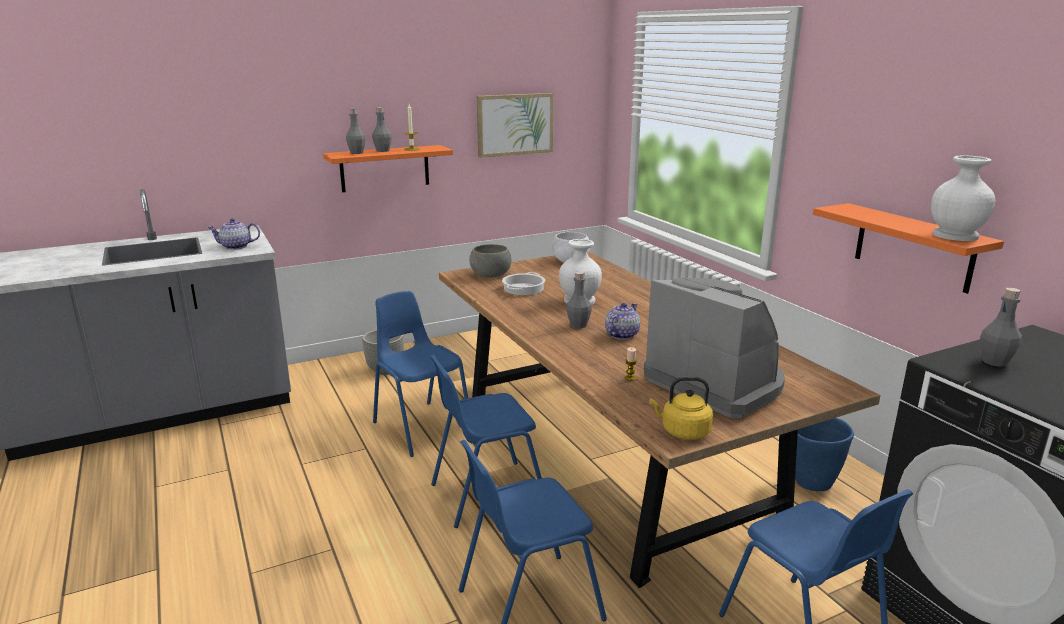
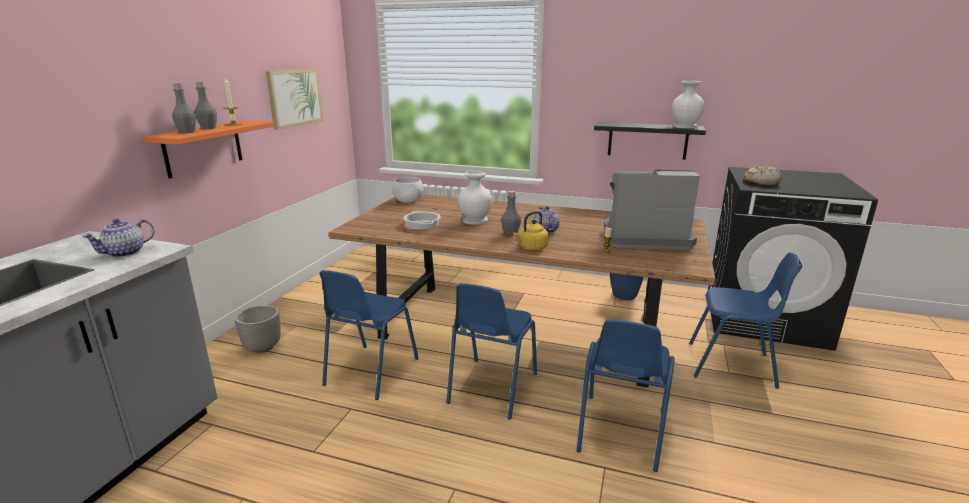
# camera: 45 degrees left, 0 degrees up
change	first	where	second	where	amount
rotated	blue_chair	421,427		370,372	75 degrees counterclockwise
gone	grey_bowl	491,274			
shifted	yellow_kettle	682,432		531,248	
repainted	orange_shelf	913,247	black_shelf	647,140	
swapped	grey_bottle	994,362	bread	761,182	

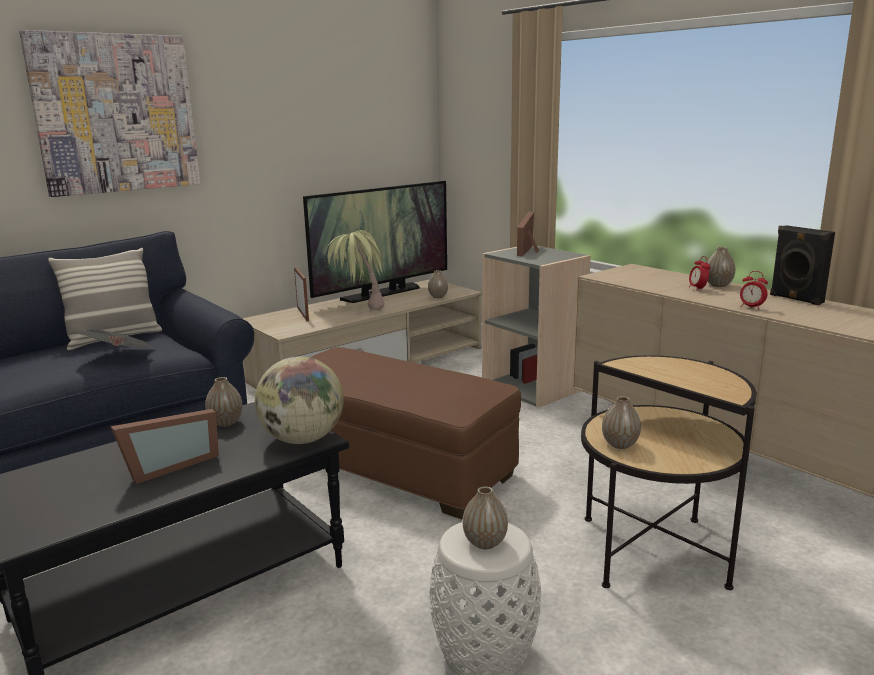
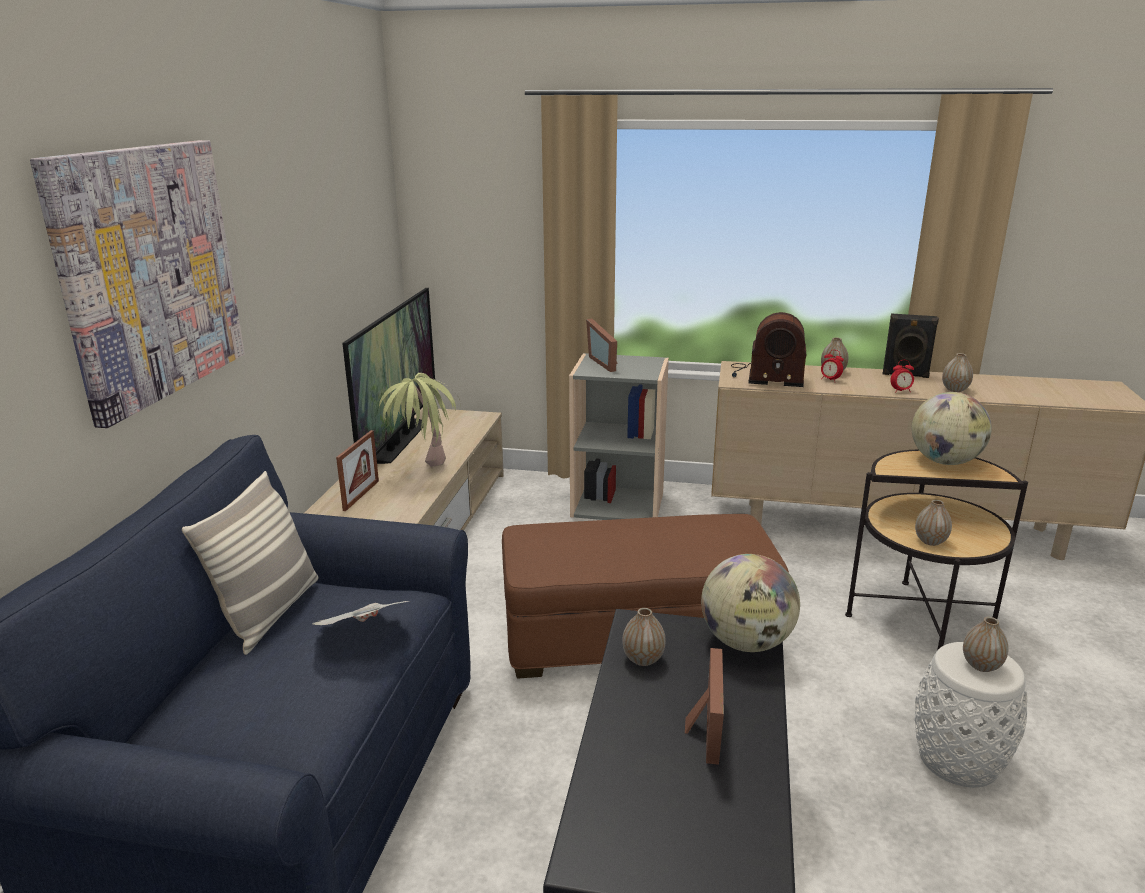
# camera: 40 degrees left, 5 degrees up
change	first	where	second	where	amount
rotated	picture_frame	303,314		361,495	75 degrees clockwise
shifted	vase	438,297		955,390	
new			radio	766,376	
new			globe	945,462	

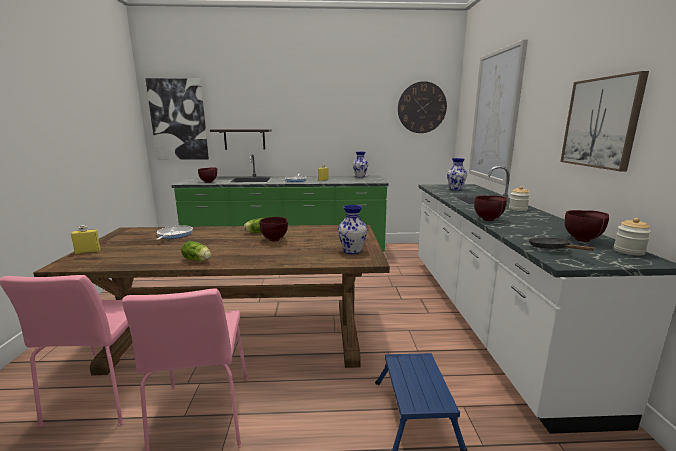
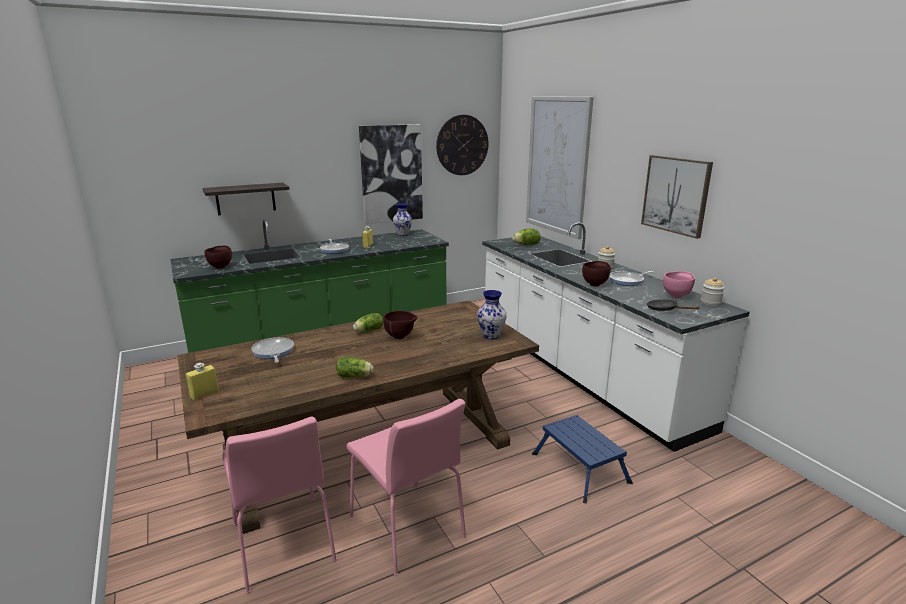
# camera: 25 degrees left, 5 degrees up
change	first	where	second	where	amount
shifted	picture	178,120		391,174	
swapped	vase	456,189	lettuce	527,245	
repainted	brown_bowl	583,239	pink_bowl	677,296	
new			frying_pan	627,280	

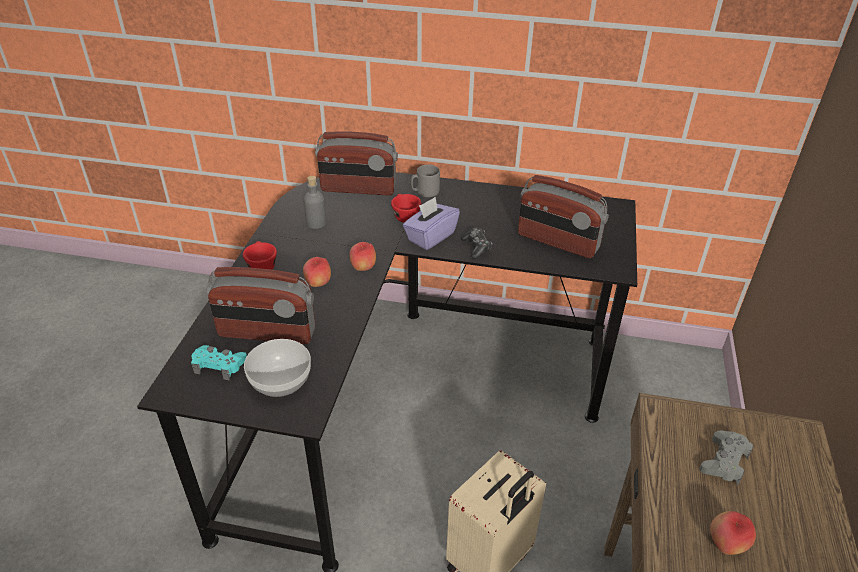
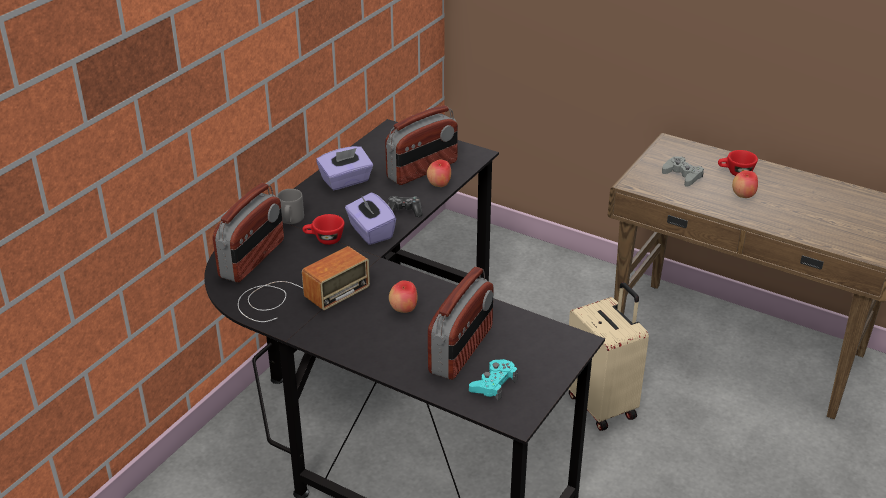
# camera: 70 degrees left, 5 degrees down
change	first	where	second	where	amount
shifted	red_cup	261,265		735,173	
gone	bowl	280,381			
swapped	grey_bottle	316,223	radio	298,296	
shifted	apple	363,268		439,185	
new			purple_tissue_box	346,181	

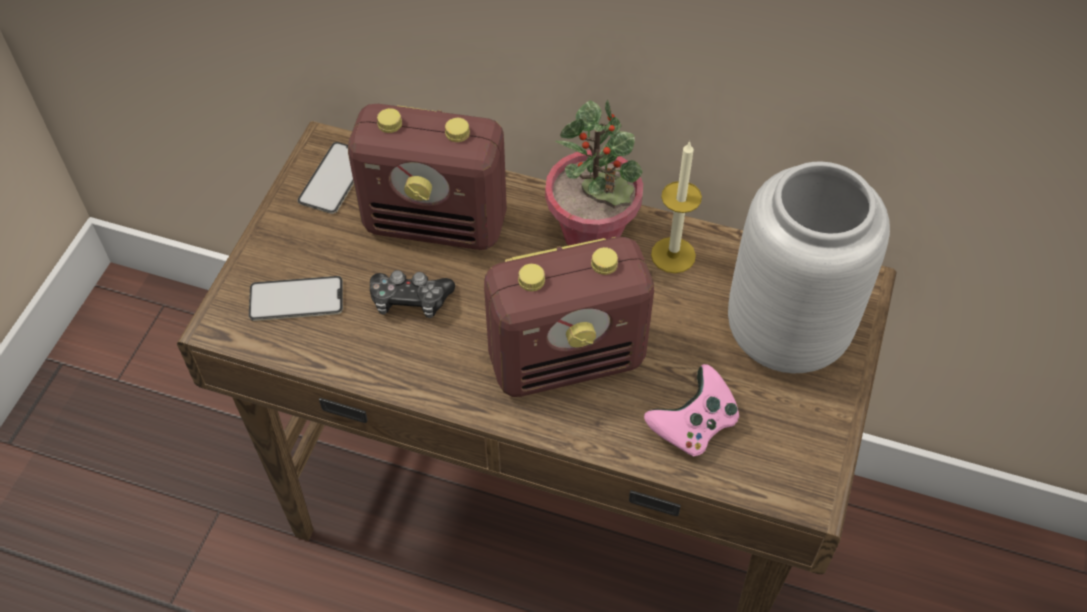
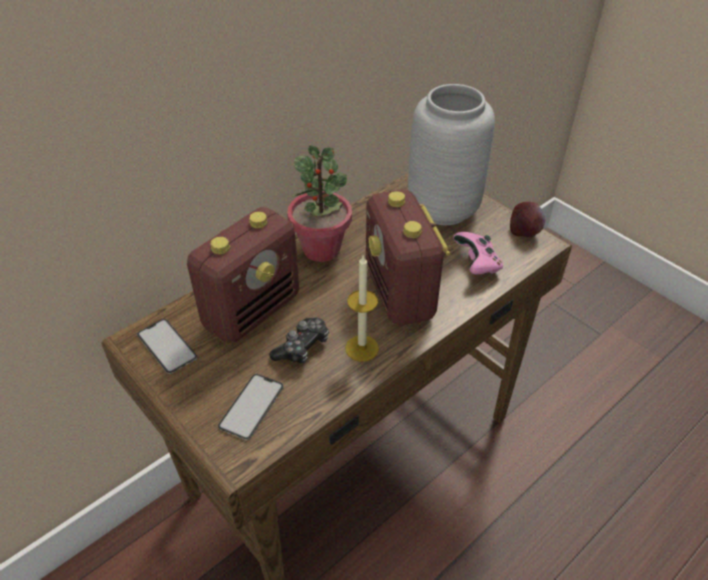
# camera: 60 degrees left, 10 degrees down
change	first	where	second	where	amount
rotated	radio	568,359		400,294	150 degrees clockwise
shifted	candle	673,255		362,348	
new			apple	524,231	

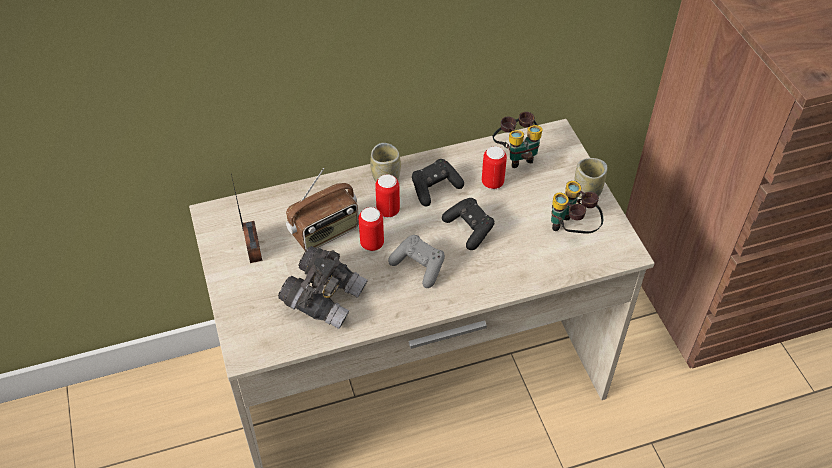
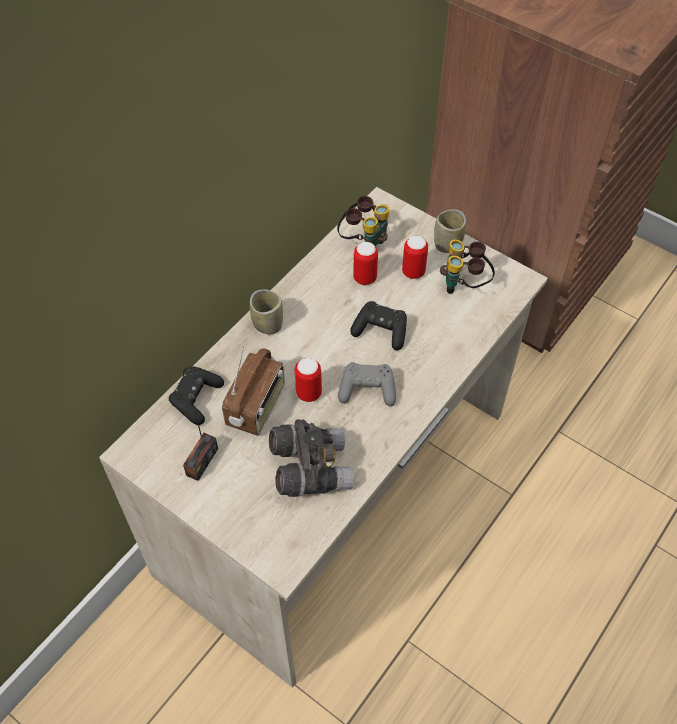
# camera: 35 degrees left, 5 degrees up
change	first	where	second	where	amount
rotated	radio	253,248		202,461	75 degrees clockwise
shifted	can	388,211		413,272	
shifted	black_game_controller	435,188		196,399	

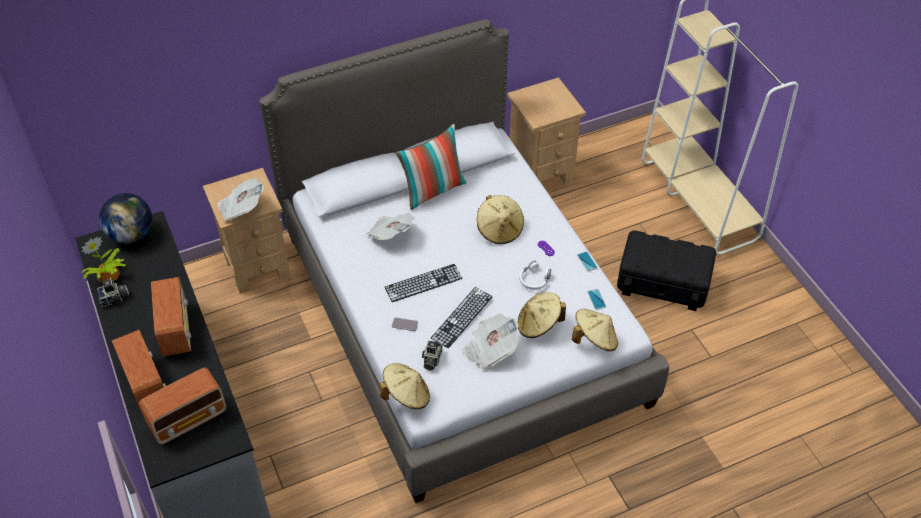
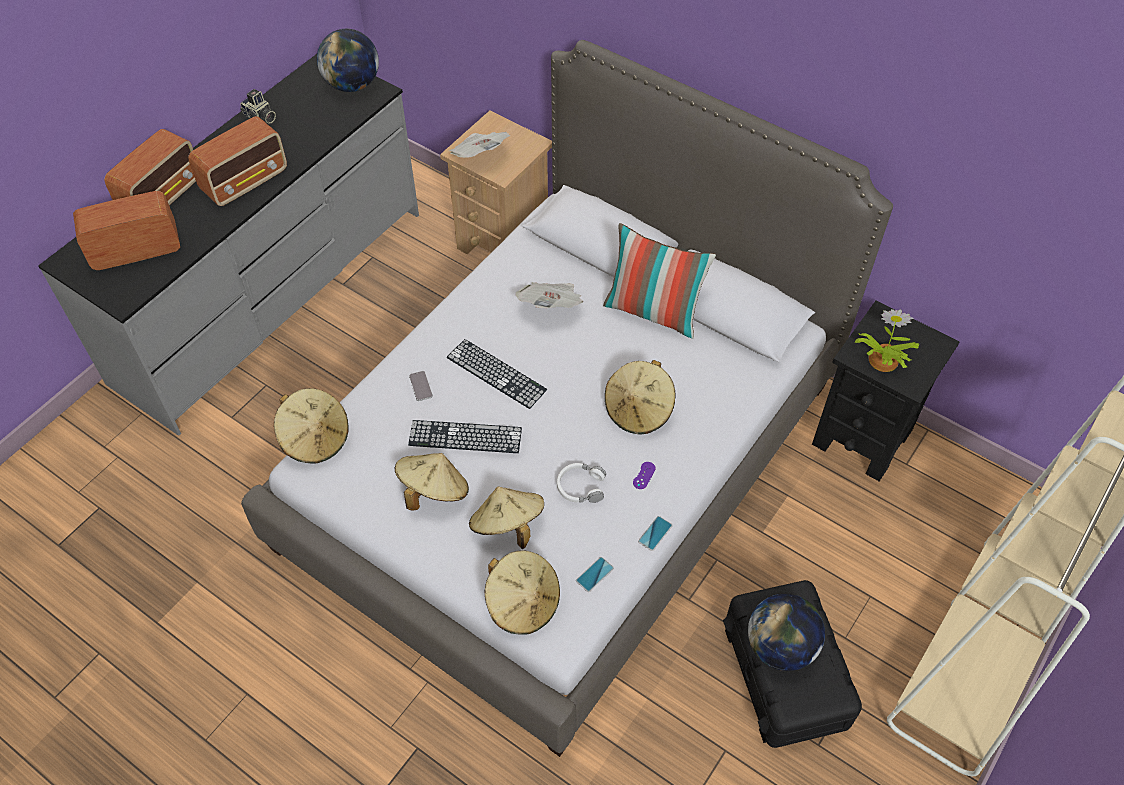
# camera: 60 degrees right, 5 degrees up
change	first	where	second	where	amount
shifted	potted_plant	108,275		881,360	
rotated	radio	189,418		135,251	135 degrees clockwise
gone	photo_camera	431,359			
swapped	newspaper	490,349	beige_hat	433,491	
repainted	beige_nightstand	541,173	black_nightstand	862,439	
new			globe	780,646	

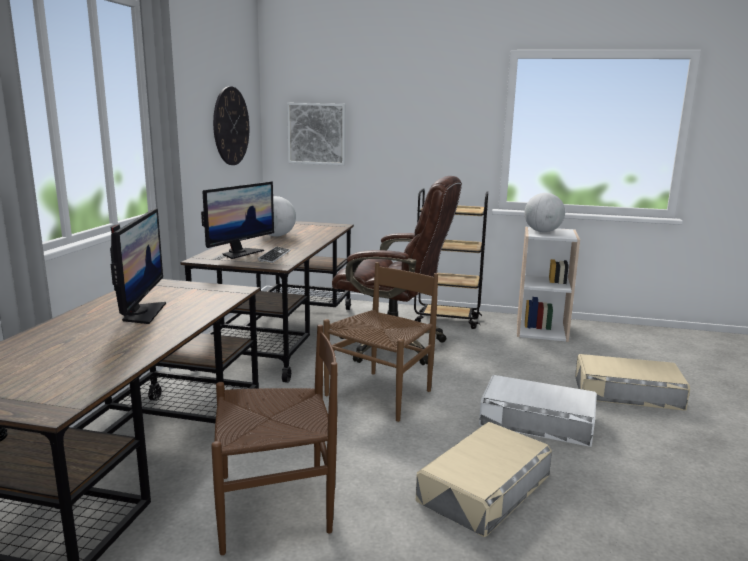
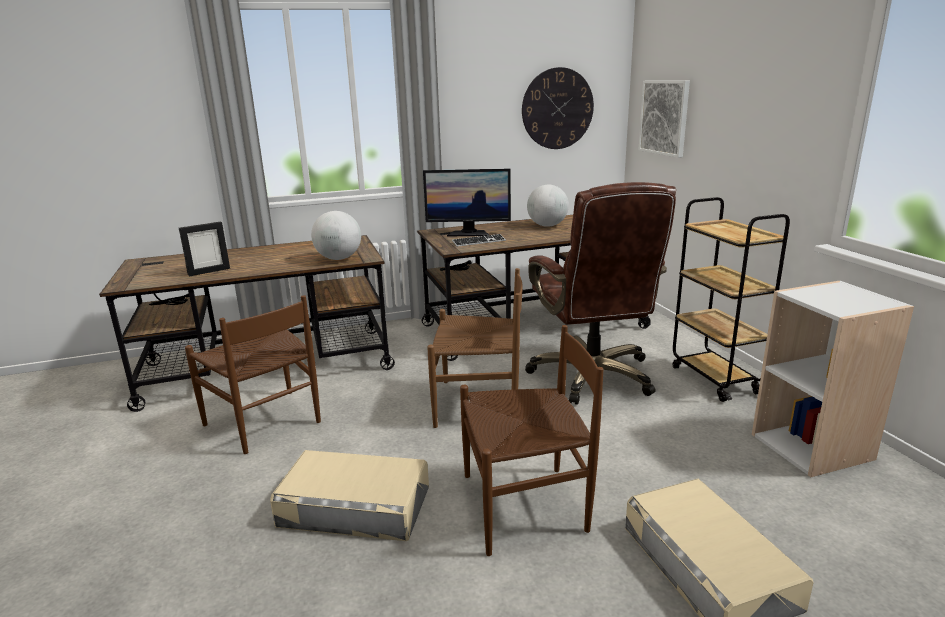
# camera: 60 degrees right, 5 degrees up
change	first	where	second	where	amount
gone	monitor	141,313			
swapped	white_storage_box	537,420	brown_chair	526,505	
shifted	globe	542,231		338,258	
new			picture_frame	209,271	

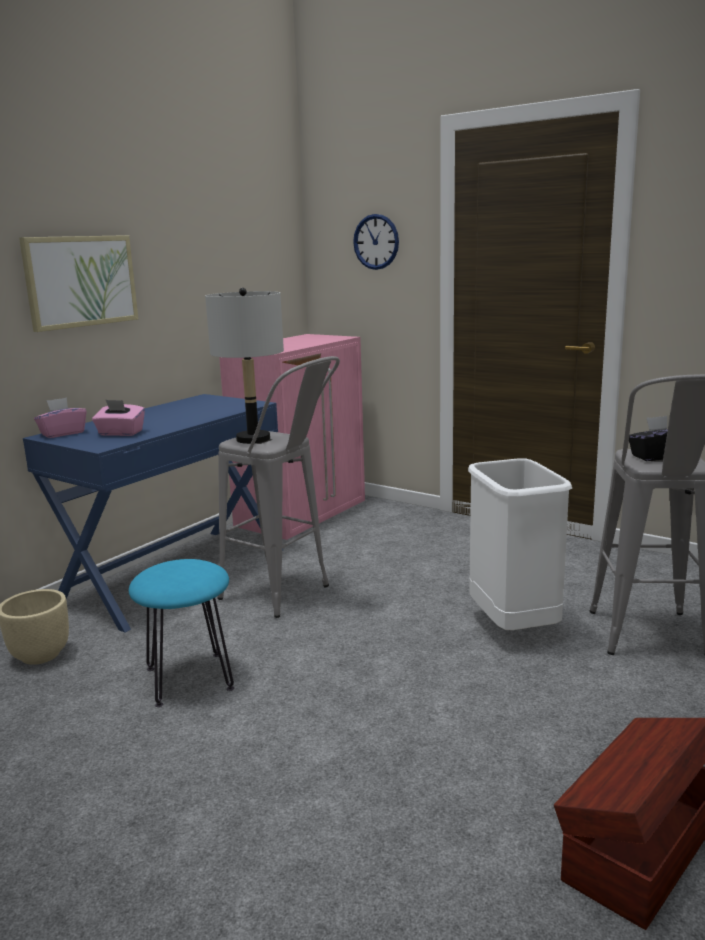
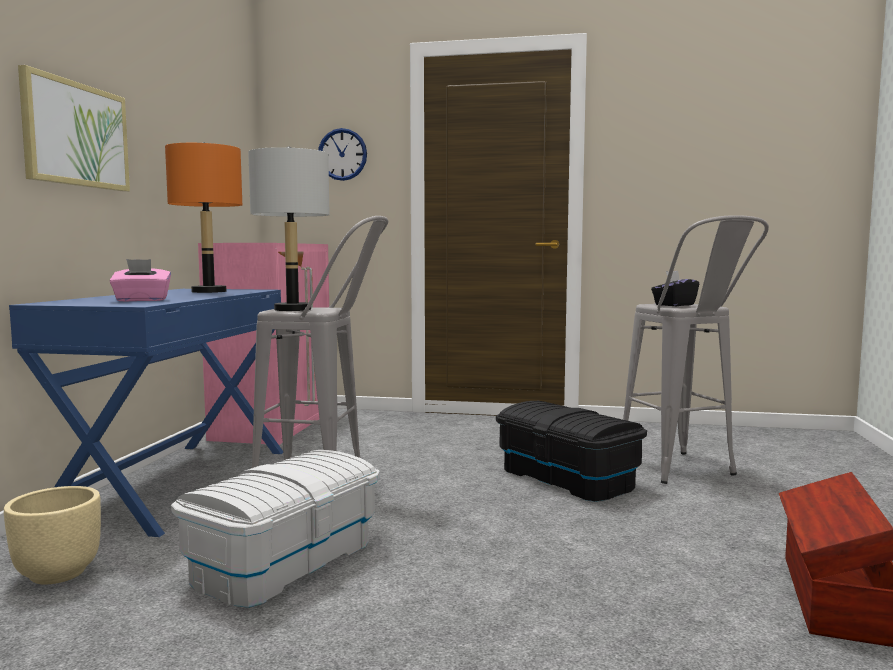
# camera: 25 degrees left, 10 degrees down
change	first	where	second	where	amount
gone	pink_tissue_box	62,433			
swapped	turquoise_stool	189,678	white_storage_box	284,561	
swapped	white_trash_can	513,628	black_storage_box	567,478	
new			orange_table_lamp	208,292	

